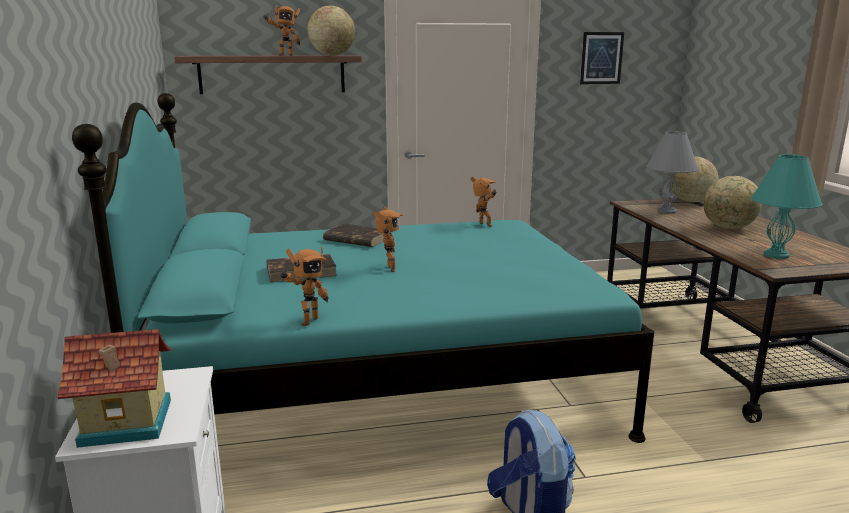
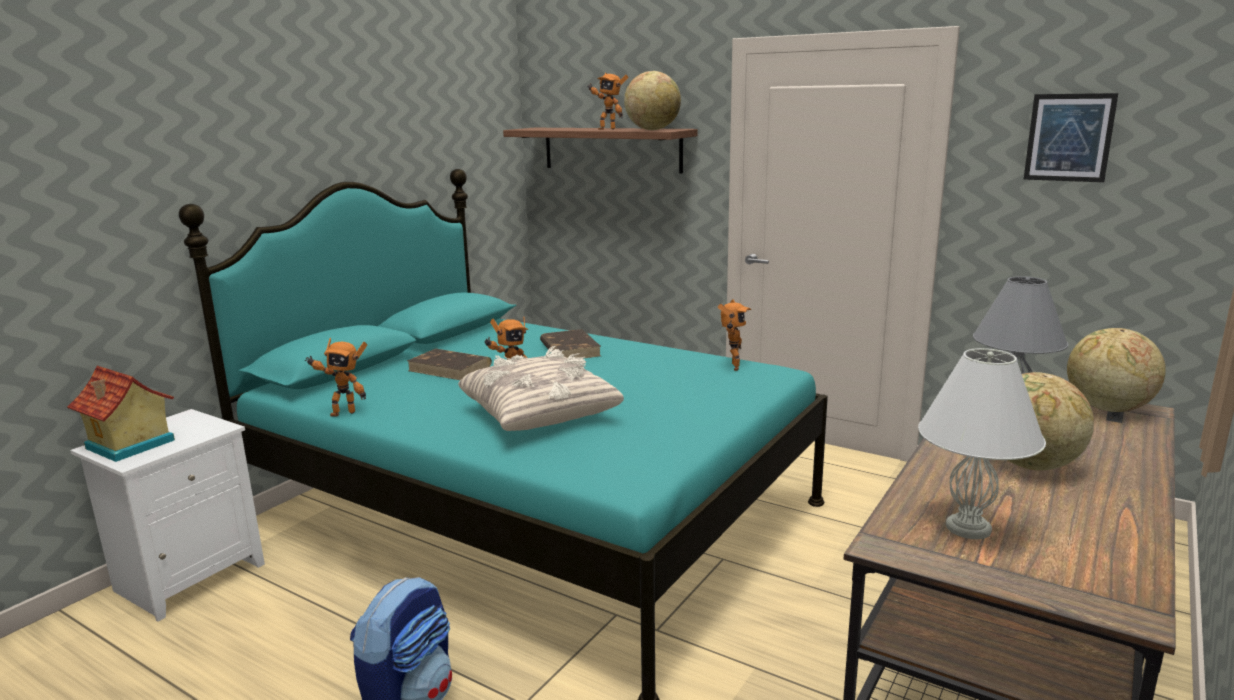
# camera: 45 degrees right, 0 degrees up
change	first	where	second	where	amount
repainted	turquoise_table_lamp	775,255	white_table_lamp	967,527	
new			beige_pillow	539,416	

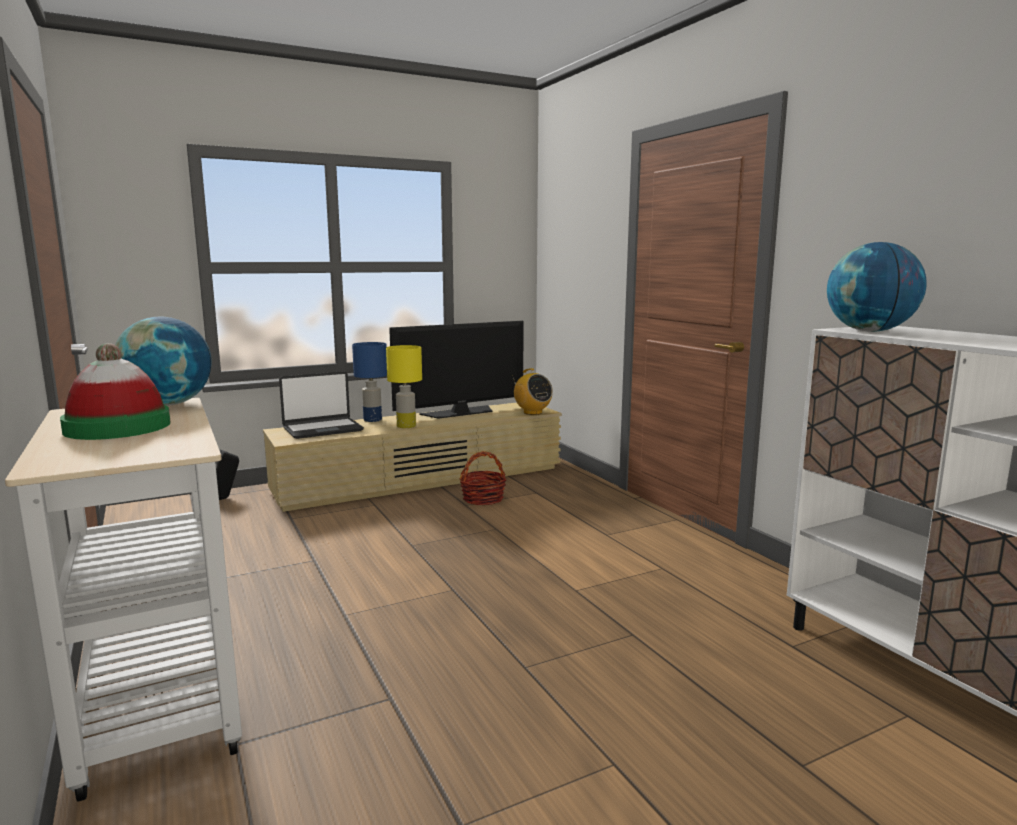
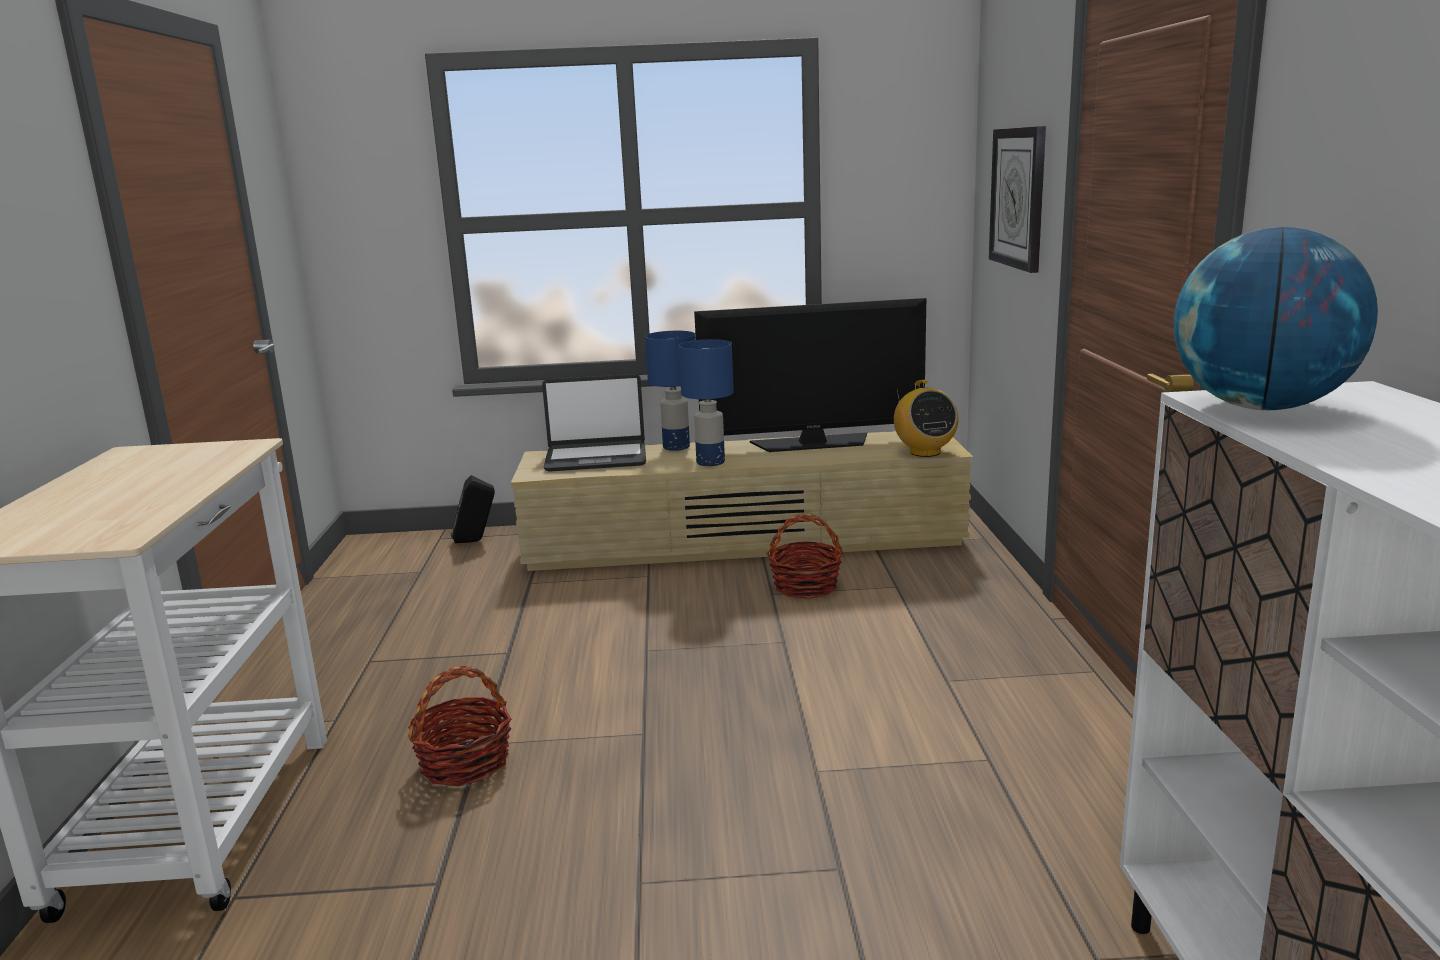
# camera: 25 degrees right, 5 degrees up
change	first	where	second	where	amount
gone	hat	118,427			
gone	globe	168,404			
repainted	yellow_table_lamp	406,426	blue_table_lamp	711,462	
new			basket	465,763	
new			wall_clock	1019,197	

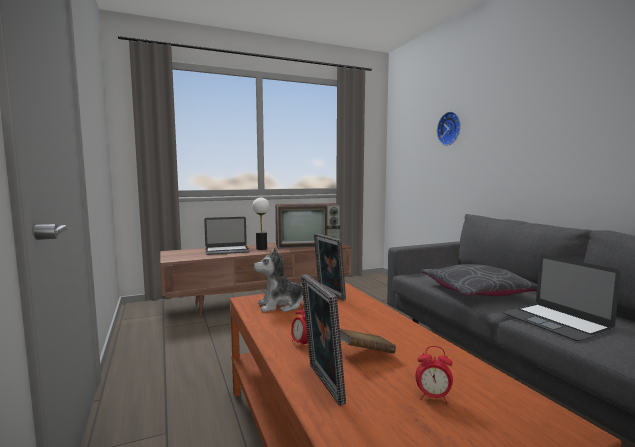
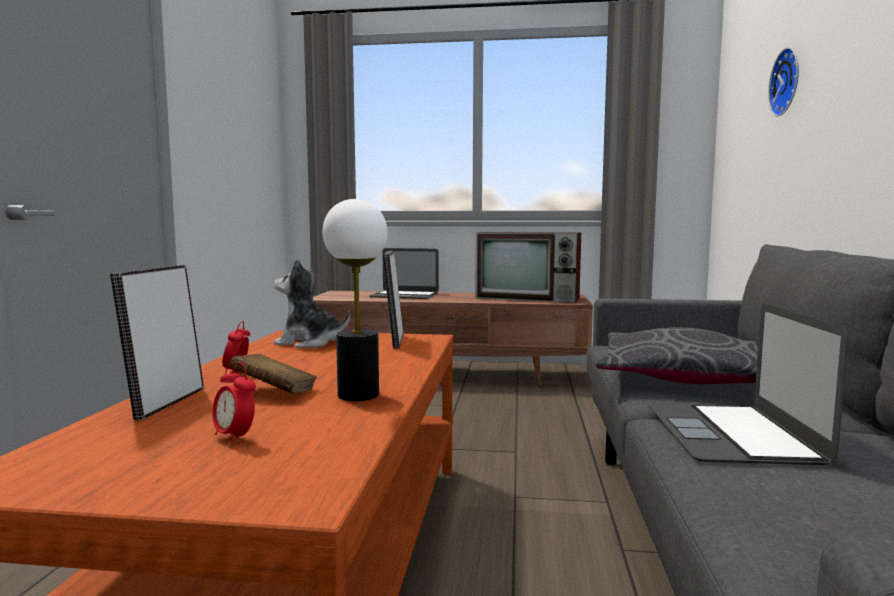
# camera: 30 degrees right, 0 degrees up
change	first	where	second	where	amount
shifted	table_lamp	261,248		358,395	

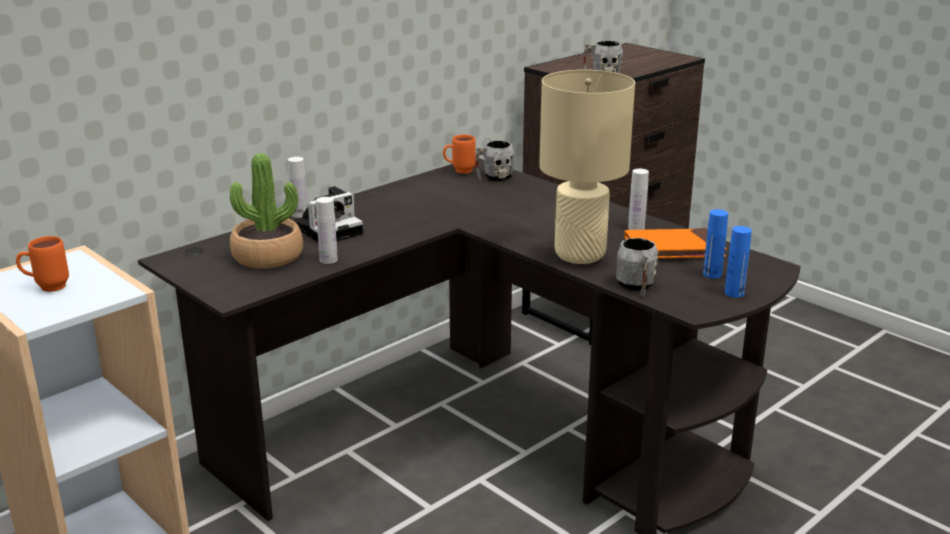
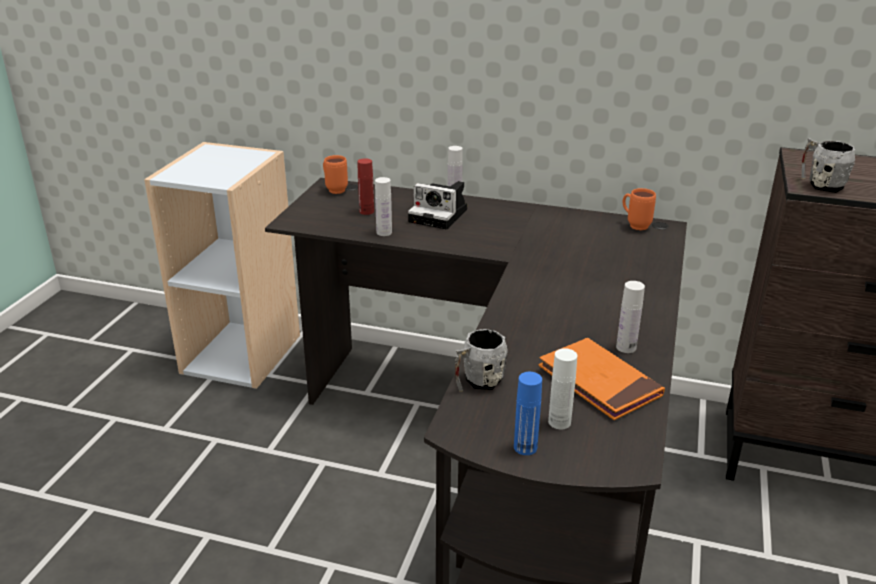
# camera: 60 degrees right, 5 degrees up
change	first	where	second	where	amount
shifted	orange_mug	46,287		334,189	
swapped	potted_plant	267,257	red_bottle	366,211	
gone	grey_mug	493,177			
gone	beige_table_lamp	580,258			
repainted	blue_bottle	712,274	white_bottle	559,422	

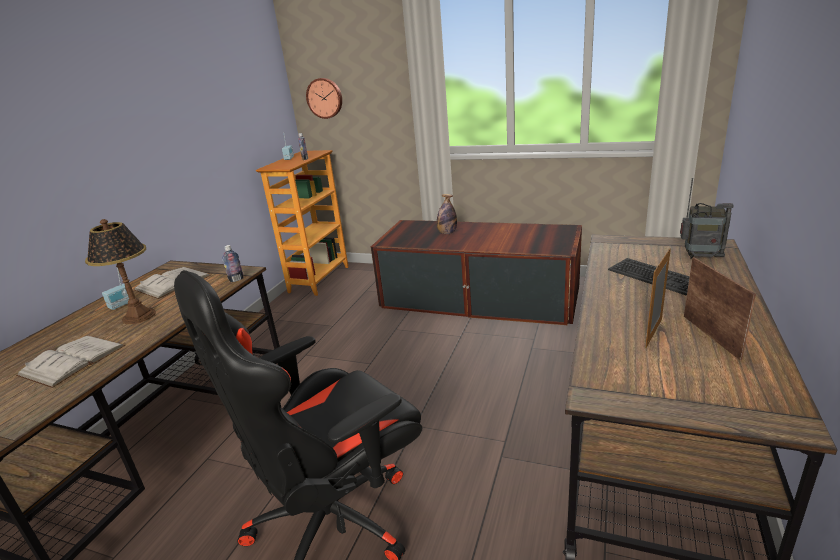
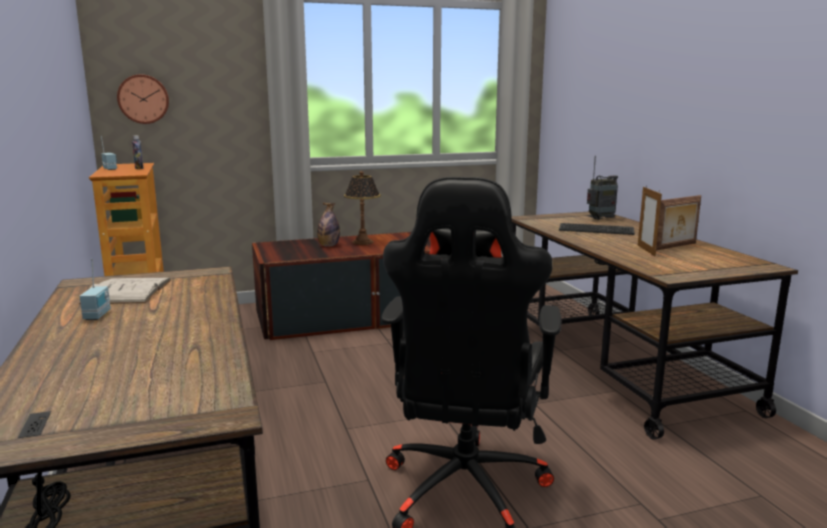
# camera: 40 degrees left, 10 degrees down
change	first	where	second	where	amount
gone	white_book	72,360			
shifted	table_lamp	139,316		363,242	
gone	bottle	236,279			
rotated	picture_frame	712,336		676,246	105 degrees clockwise

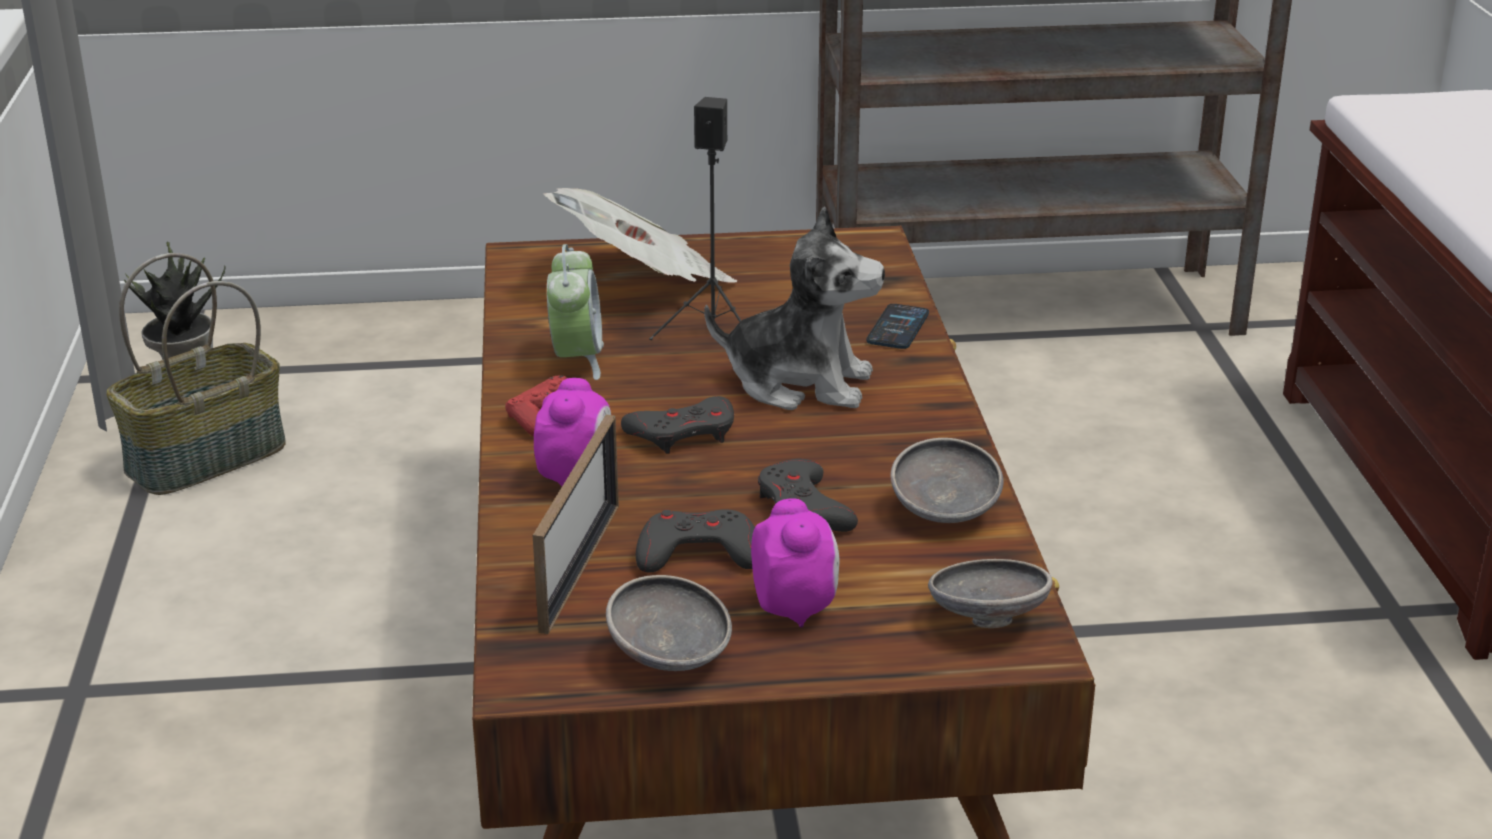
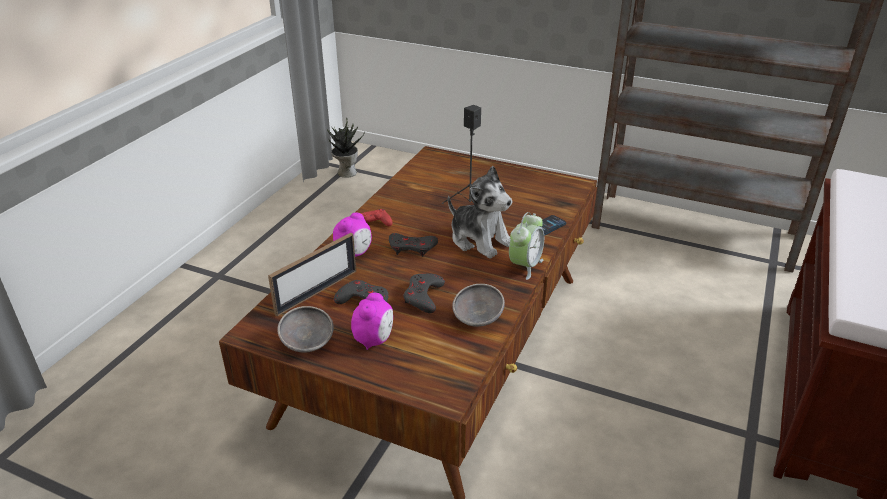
# camera: 30 degrees right, 5 degrees up
change	first	where	second	where	amount
gone	basket	206,459			
gone	newspaper	643,282			
shifted	alarm_clock	577,360		525,266	
gone	grey_bowl	987,618			

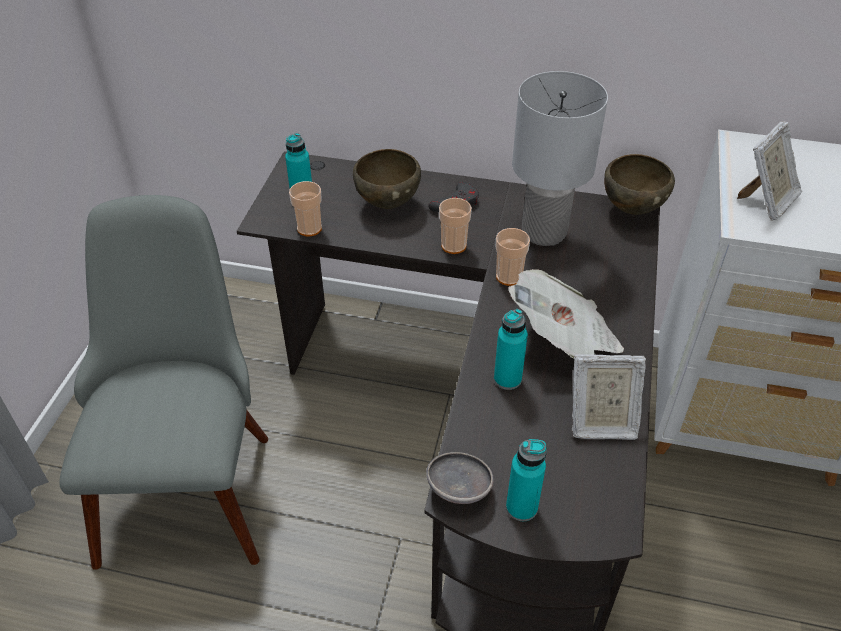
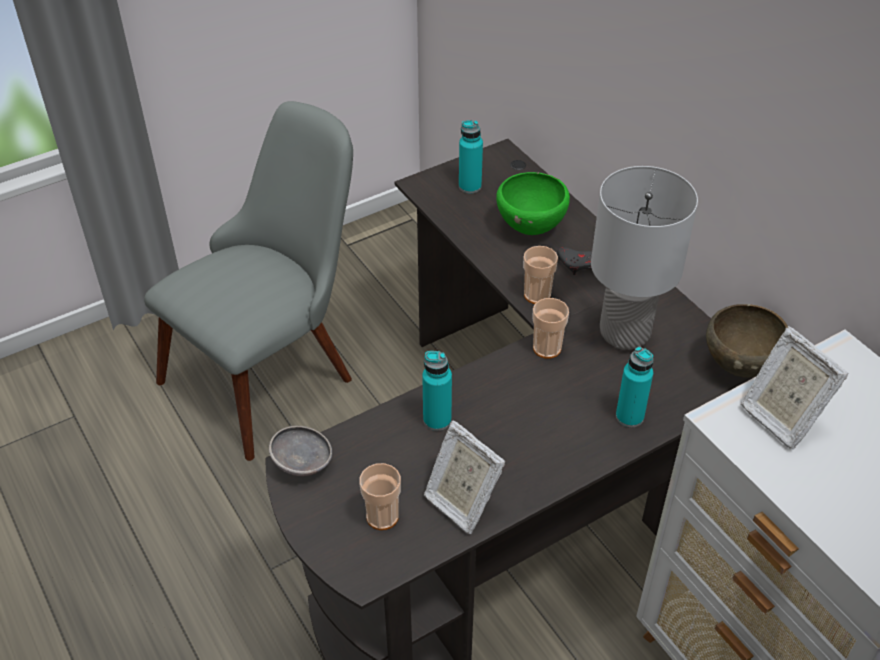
# camera: 45 degrees right, 0 degrees up
change	first	where	second	where	amount
shifted	cup	309,228		382,516	
repainted	brown_bowl	388,203	green_bowl	531,229	
shifted	turquoise_bottle	521,507		629,416	
gone	newspaper	564,338			
rotated	picture_frame	766,201		780,417	60 degrees clockwise

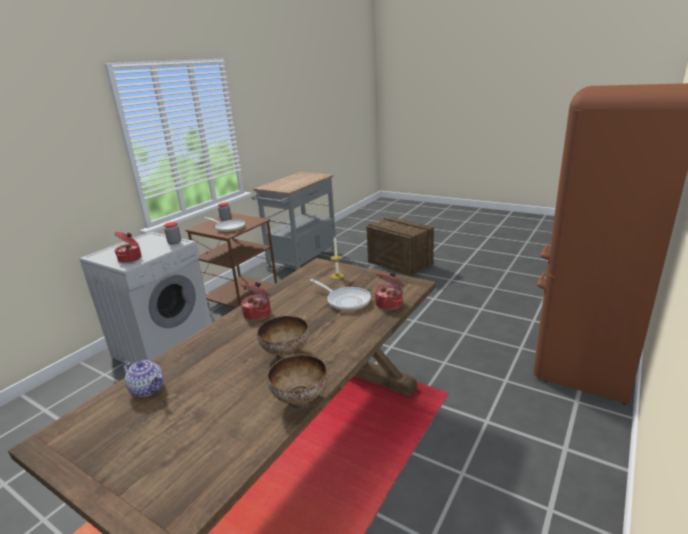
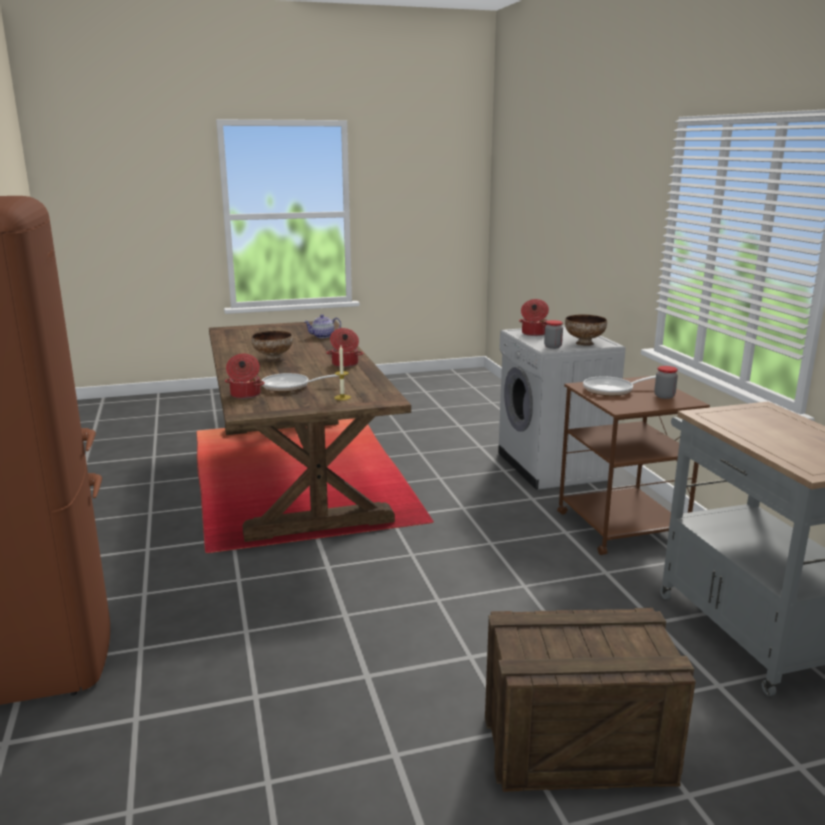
# camera: 130 degrees right, 5 degrees down
change	first	where	second	where	amount
shifted	bowl	300,401		584,343	

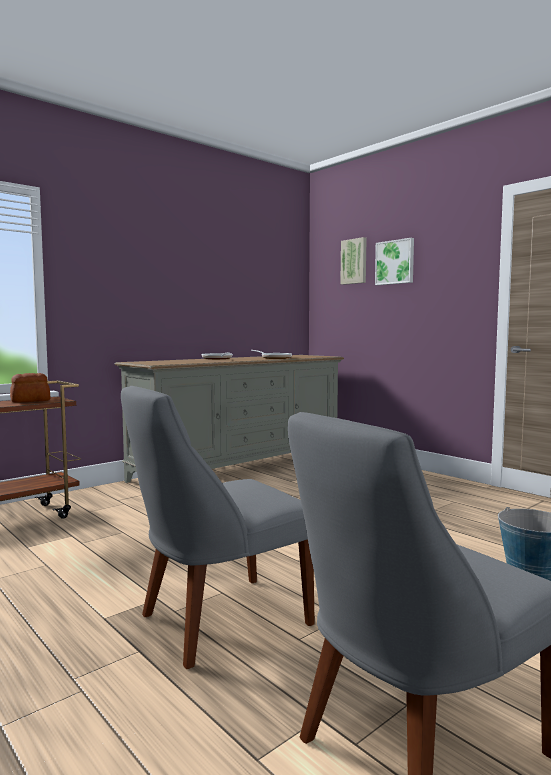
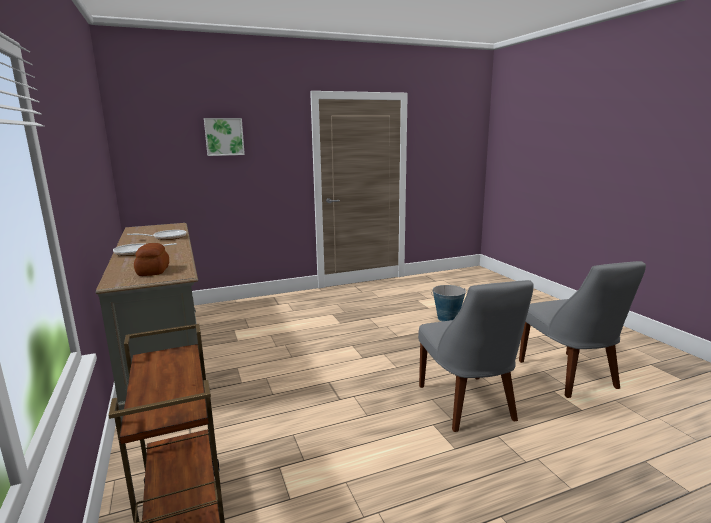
# camera: 70 degrees left, 10 degrees up
change	first	where	second	where	amount
shifted	bread	30,401		152,271	
gone	picture	354,261			

